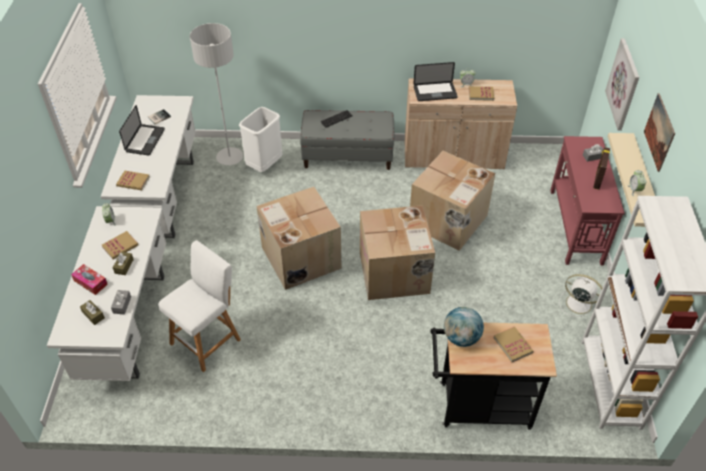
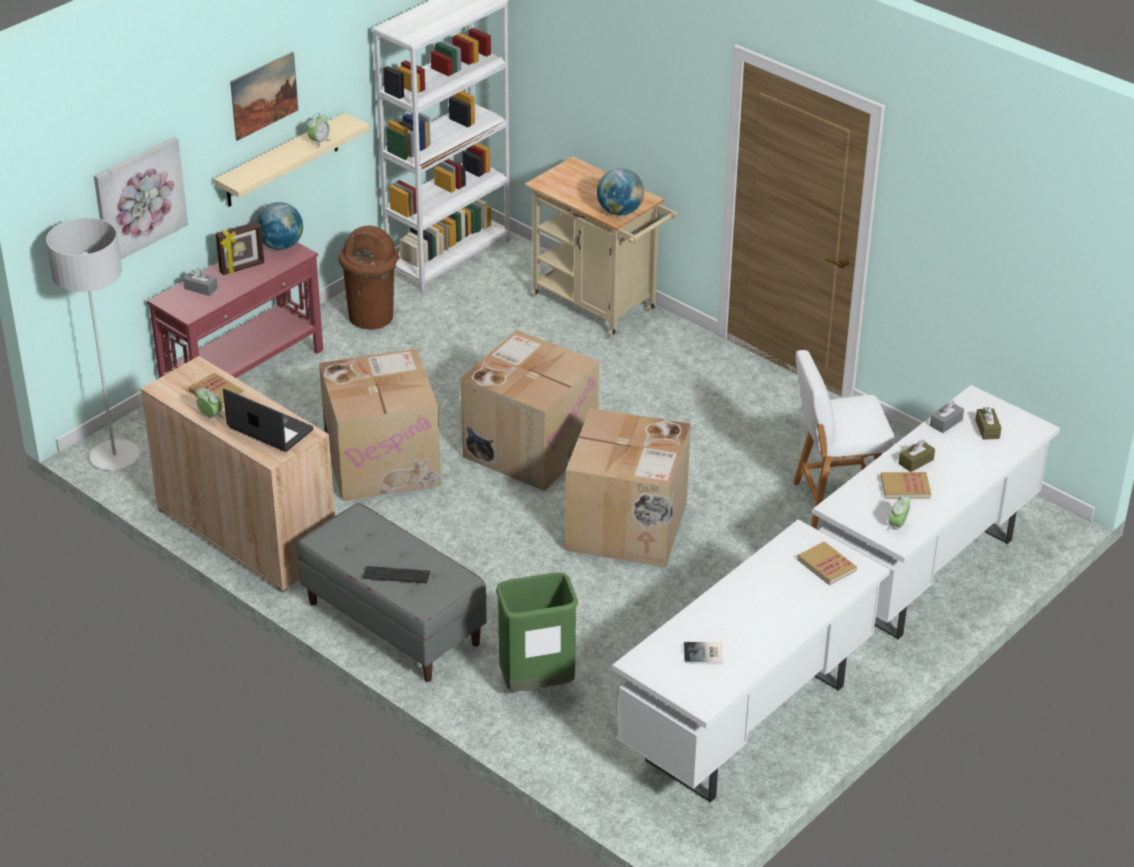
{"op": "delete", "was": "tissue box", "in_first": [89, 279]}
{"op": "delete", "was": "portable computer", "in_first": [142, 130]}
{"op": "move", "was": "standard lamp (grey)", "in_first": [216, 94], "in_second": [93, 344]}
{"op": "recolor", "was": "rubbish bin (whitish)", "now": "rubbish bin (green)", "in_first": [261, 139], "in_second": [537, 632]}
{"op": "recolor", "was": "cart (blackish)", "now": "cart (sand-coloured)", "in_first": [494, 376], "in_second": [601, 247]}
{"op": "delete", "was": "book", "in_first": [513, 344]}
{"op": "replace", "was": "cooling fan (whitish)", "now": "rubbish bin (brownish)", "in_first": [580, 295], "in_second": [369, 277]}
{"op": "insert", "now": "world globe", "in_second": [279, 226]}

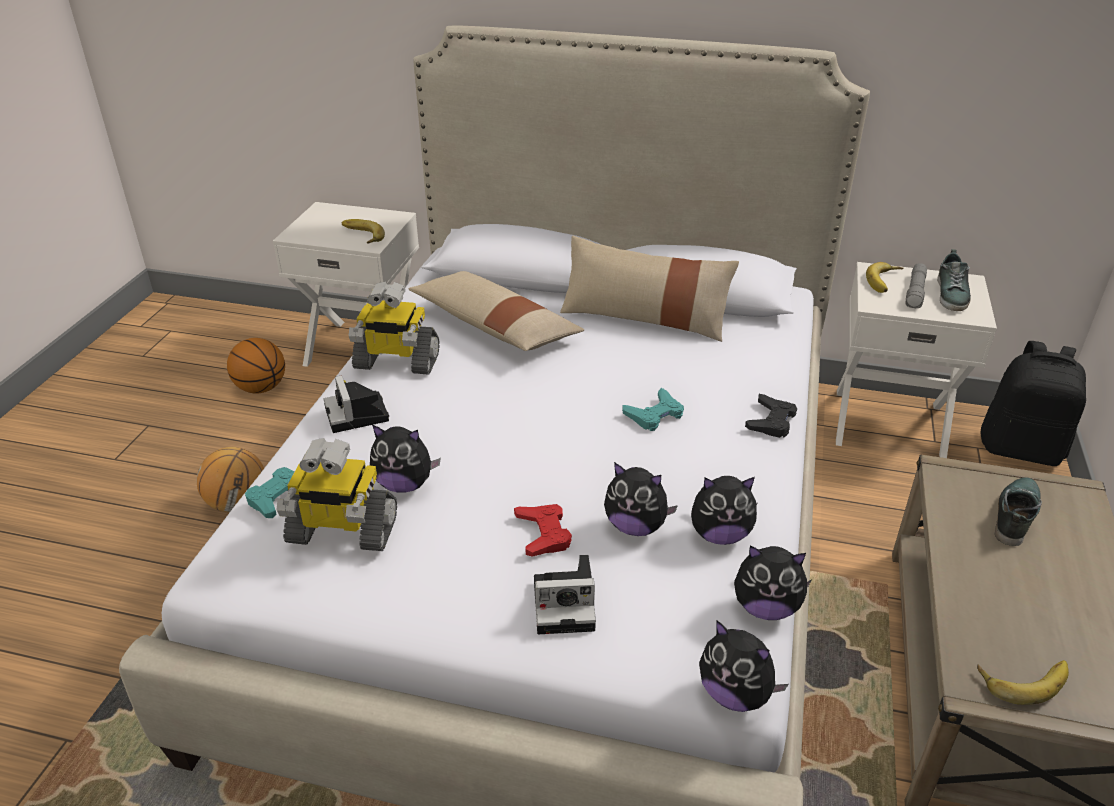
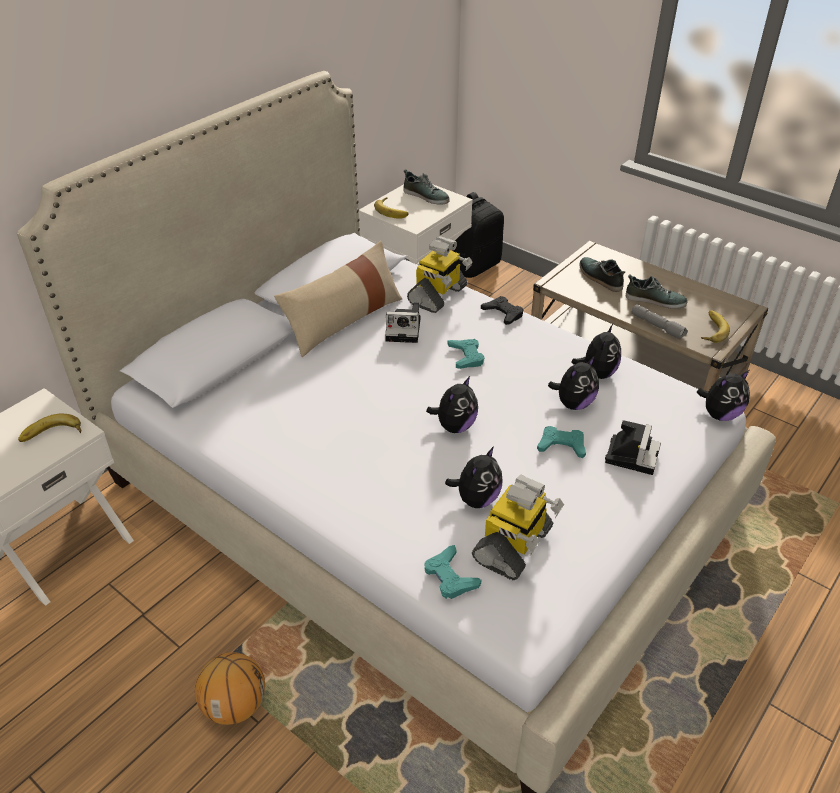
{"op": "delete", "was": "basketball", "in_first": [256, 366]}
{"op": "move", "was": "still camera", "in_first": [356, 404], "in_second": [402, 322]}
{"op": "move", "was": "model robot", "in_first": [394, 328], "in_second": [439, 274]}
{"op": "delete", "was": "pillow (sand-coloured)", "in_first": [496, 311]}
{"op": "recolor", "was": "joypad (red)", "now": "joypad (turquoise-coloured)", "in_first": [543, 530], "in_second": [561, 442]}
{"op": "move", "was": "cuddly toy", "in_first": [773, 582], "in_second": [452, 404]}
{"op": "move", "was": "flashlight (grey)", "in_first": [916, 285], "in_second": [659, 321]}
{"op": "insert", "now": "item of footwear", "in_second": [656, 291]}

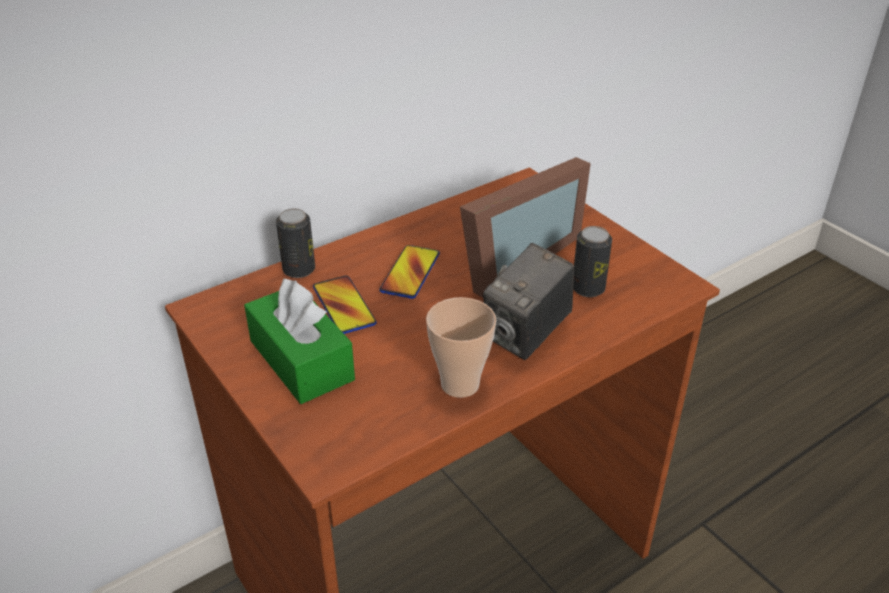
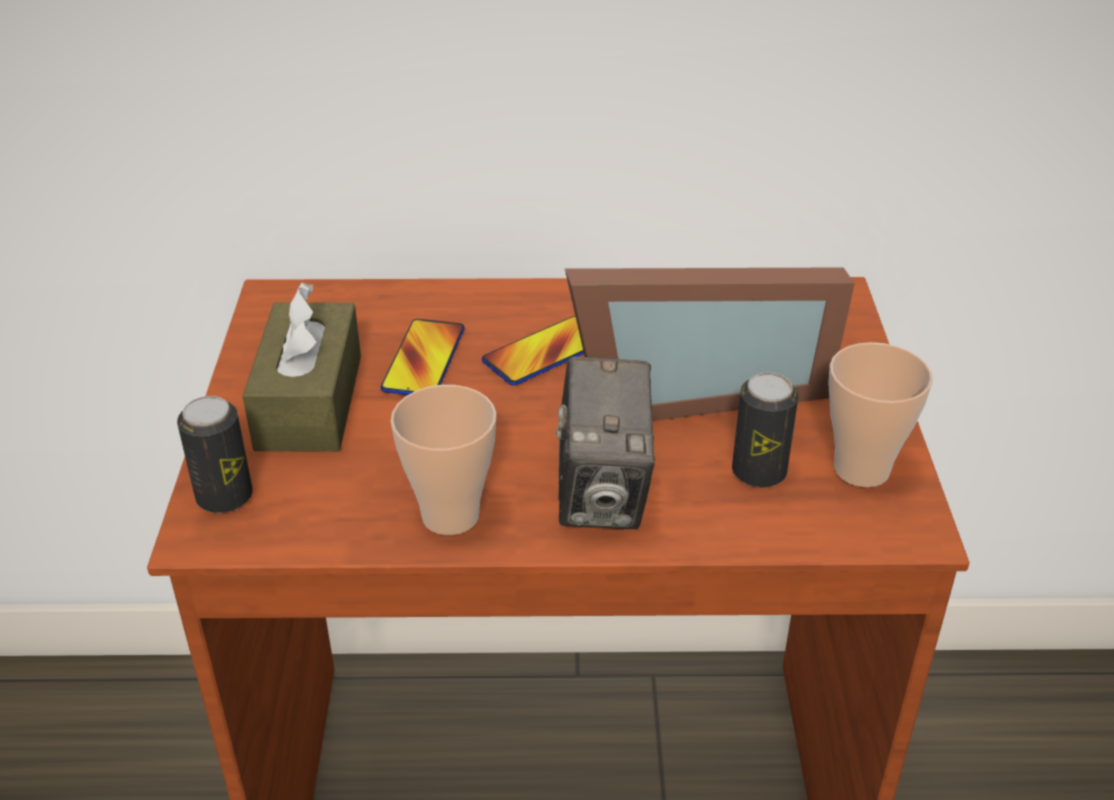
{"op": "recolor", "was": "tissue box (green)", "now": "tissue box (brownish)", "in_first": [299, 341], "in_second": [302, 367]}
{"op": "move", "was": "can", "in_first": [295, 243], "in_second": [215, 454]}
{"op": "rotate", "was": "still camera", "in_first": [528, 301], "in_second": [605, 443], "clockwise": -75}
{"op": "insert", "now": "small cup", "in_second": [880, 414]}

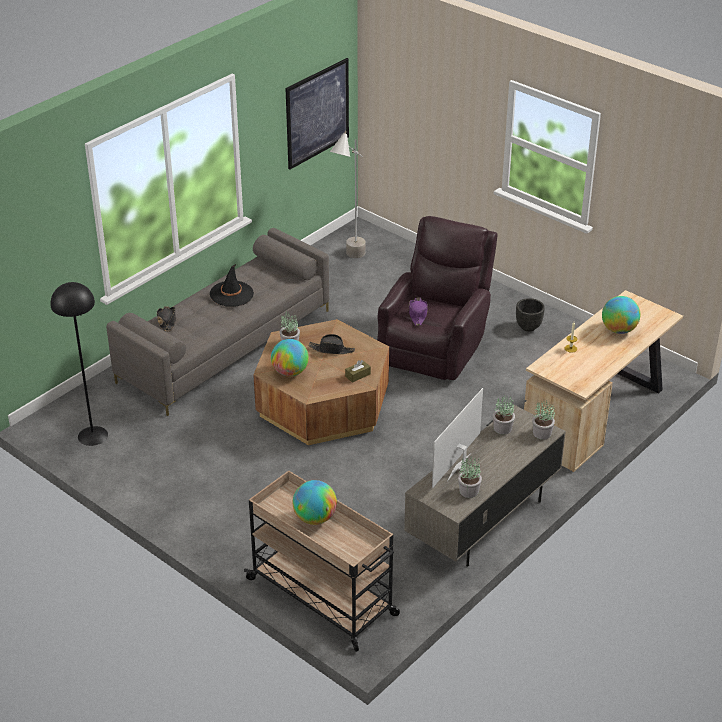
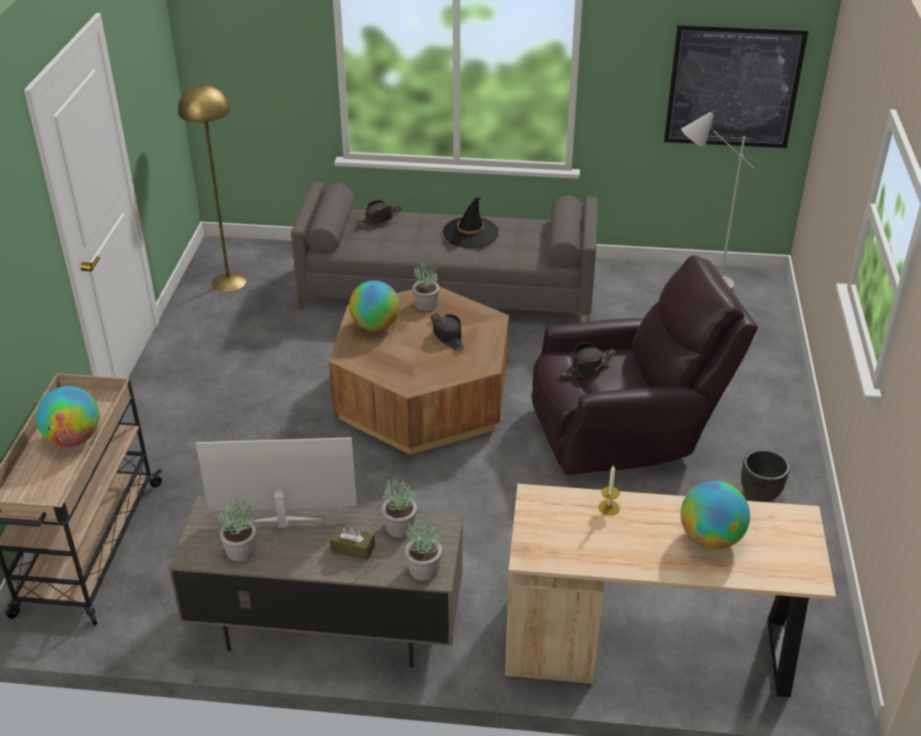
{"op": "recolor", "was": "standard lamp (blackish)", "now": "standard lamp (yellow-coloured)", "in_first": [79, 364], "in_second": [212, 188]}
{"op": "move", "was": "tissue box (brownish)", "in_first": [358, 371], "in_second": [352, 543]}
{"op": "recolor", "was": "hat (purple)", "now": "hat (blackish)", "in_first": [418, 311], "in_second": [588, 359]}

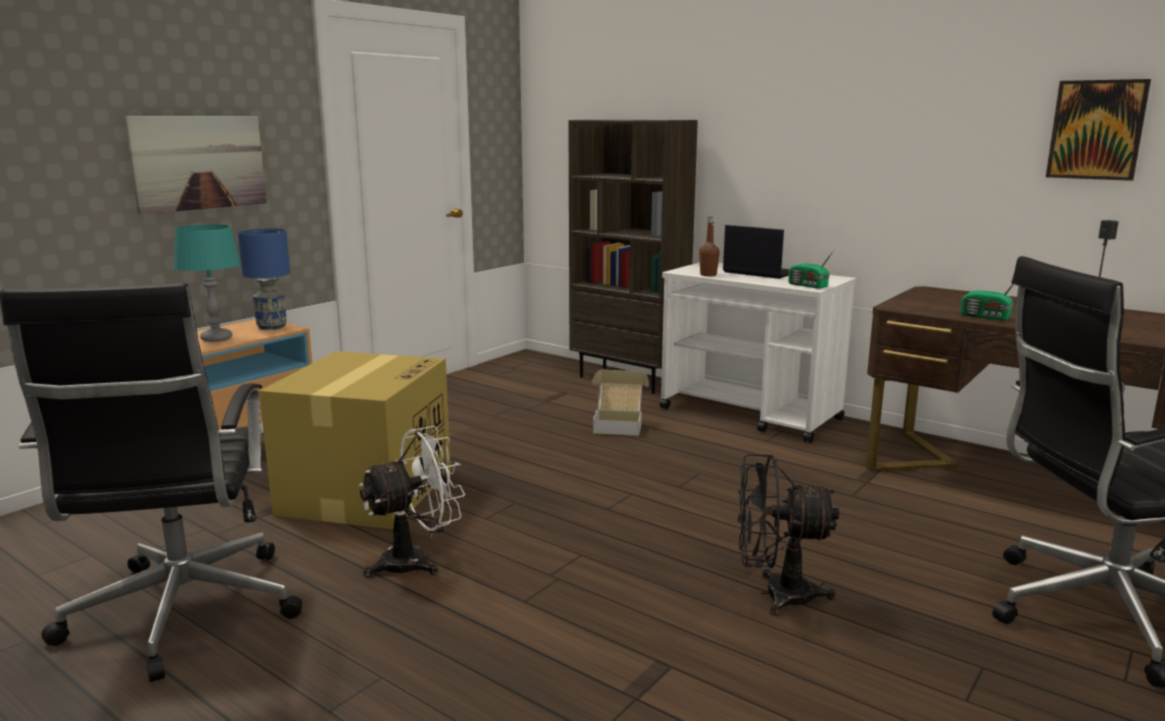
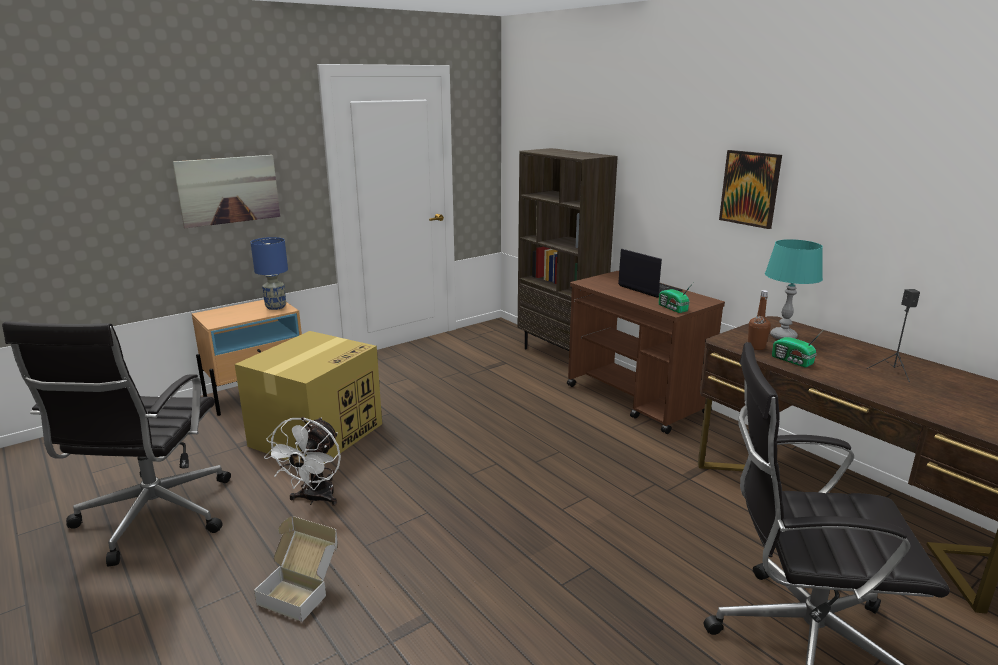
{"op": "move", "was": "table lamp (turquoise-coloured)", "in_first": [207, 283], "in_second": [794, 289]}
{"op": "rotate", "was": "cooling fan (whitish)", "in_first": [412, 501], "in_second": [302, 461], "clockwise": 120}
{"op": "move", "was": "packing box", "in_first": [620, 403], "in_second": [296, 569]}
{"op": "recolor", "was": "cart (whitish)", "now": "cart (brownish)", "in_first": [758, 352], "in_second": [646, 352]}
{"op": "move", "was": "beverage bottle (brownish)", "in_first": [709, 246], "in_second": [759, 320]}
{"op": "delete", "was": "cooling fan (blackish)", "in_first": [789, 535]}
{"op": "move", "was": "picture", "in_first": [1098, 130], "in_second": [750, 189]}

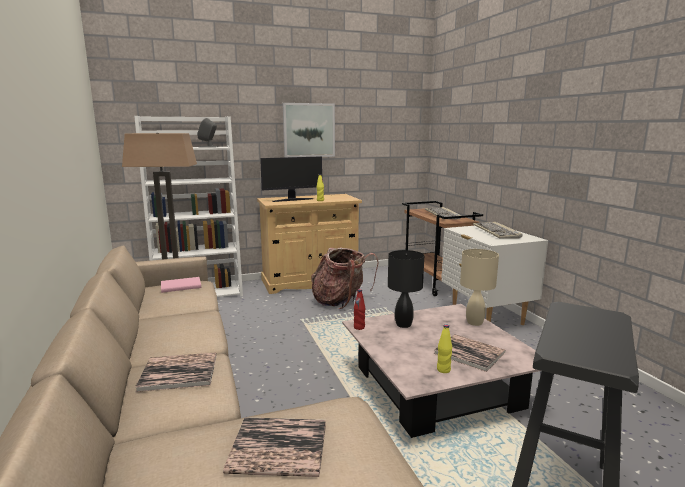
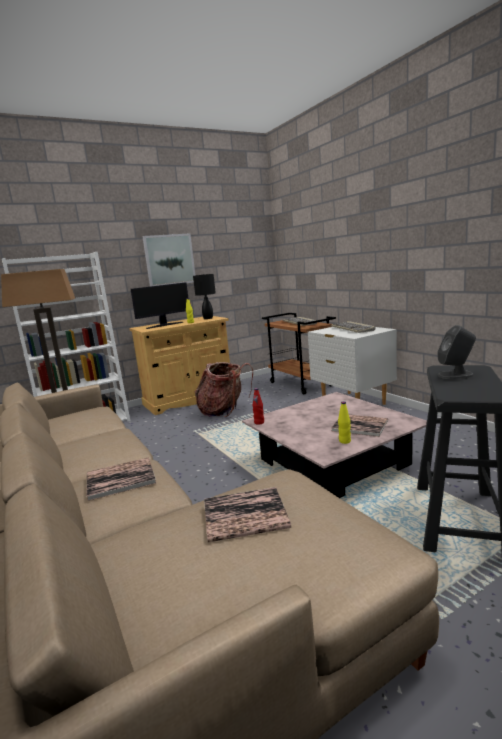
{"op": "delete", "was": "book (pink-coloured)", "in_first": [181, 285]}
{"op": "move", "was": "audio speaker (grey)", "in_first": [207, 133], "in_second": [456, 352]}
{"op": "move", "was": "table lamp (blackish)", "in_first": [406, 289], "in_second": [204, 296]}
{"op": "delete", "was": "table lamp (sand-coloured)", "in_first": [479, 287]}

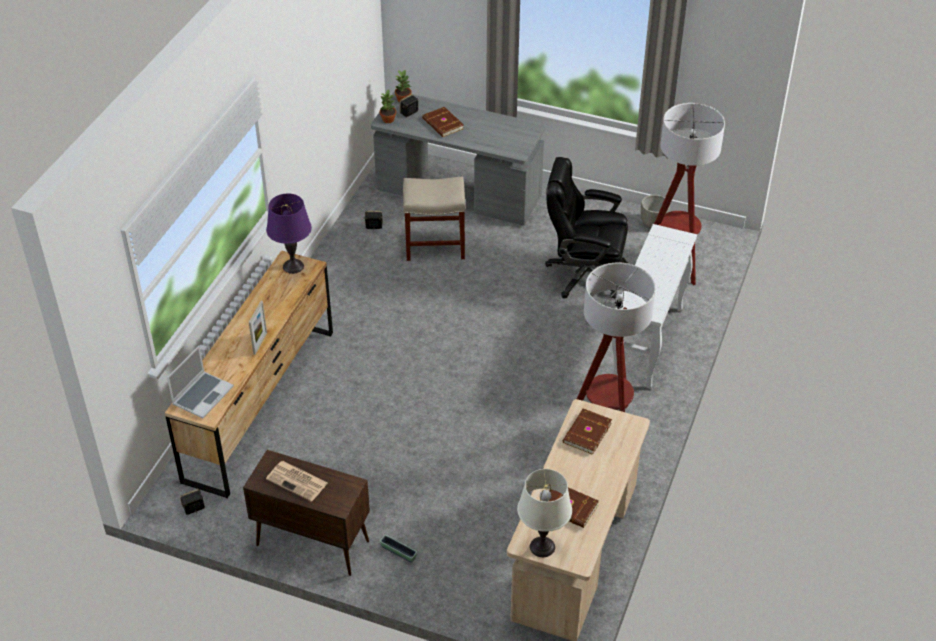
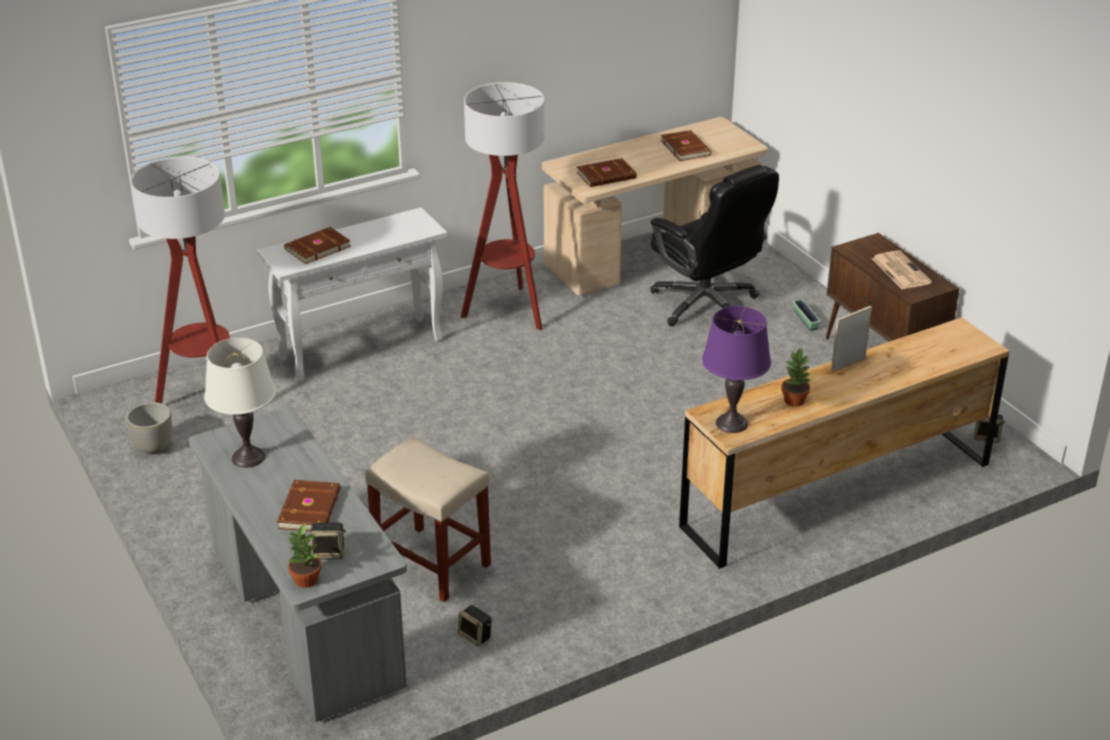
{"op": "delete", "was": "portable computer", "in_first": [200, 382]}
{"op": "move", "was": "potted plant", "in_first": [388, 106], "in_second": [796, 377]}
{"op": "move", "was": "table lamp (whitish)", "in_first": [544, 513], "in_second": [240, 403]}
{"op": "move", "was": "office chair (blackish)", "in_first": [587, 228], "in_second": [714, 246]}
{"op": "insert", "now": "book (brownish)", "in_second": [317, 245]}

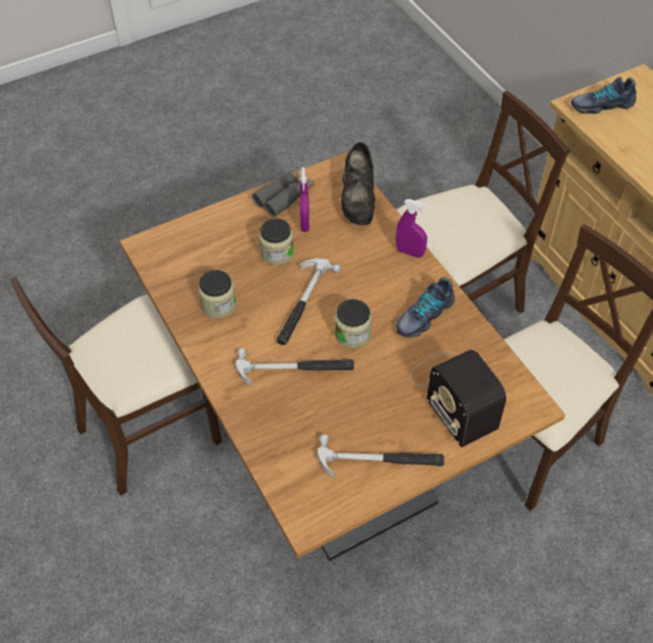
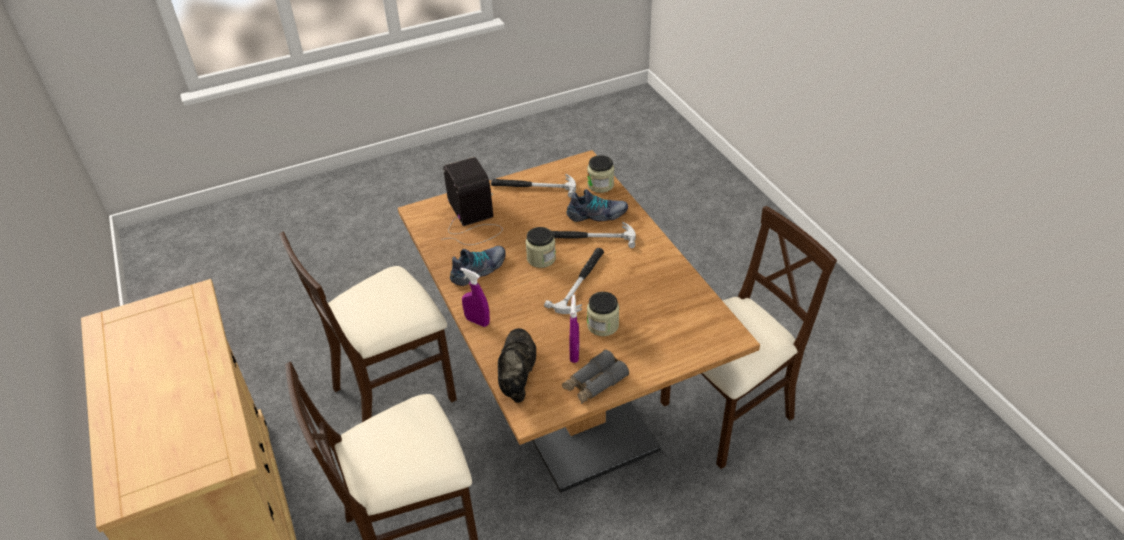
{"op": "move", "was": "preserve jar", "in_first": [217, 294], "in_second": [600, 174]}
{"op": "move", "was": "item of footwear", "in_first": [604, 95], "in_second": [597, 205]}

